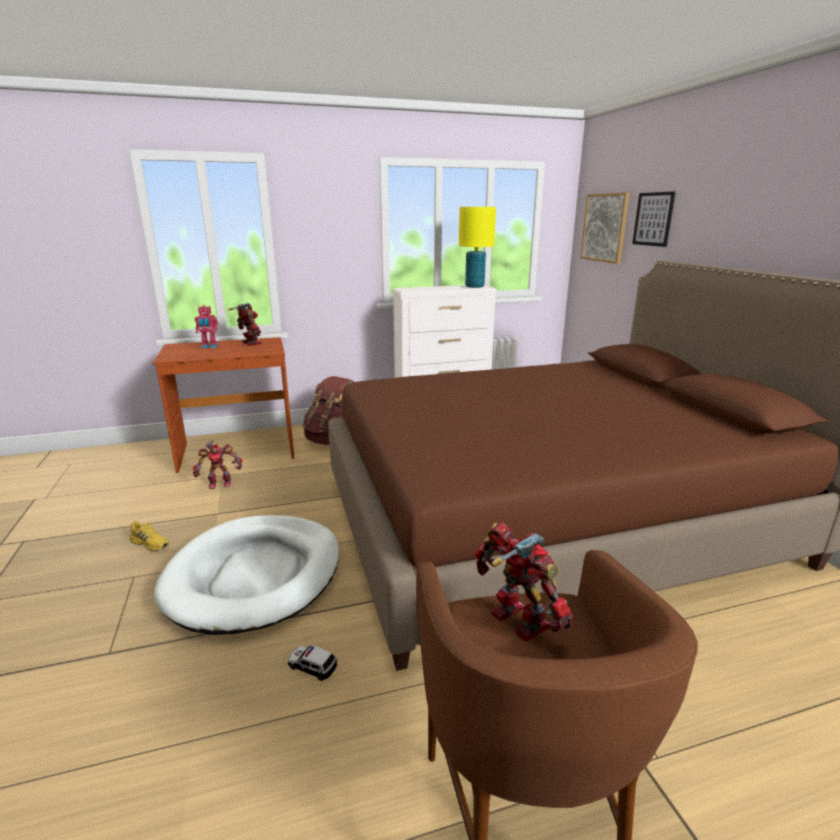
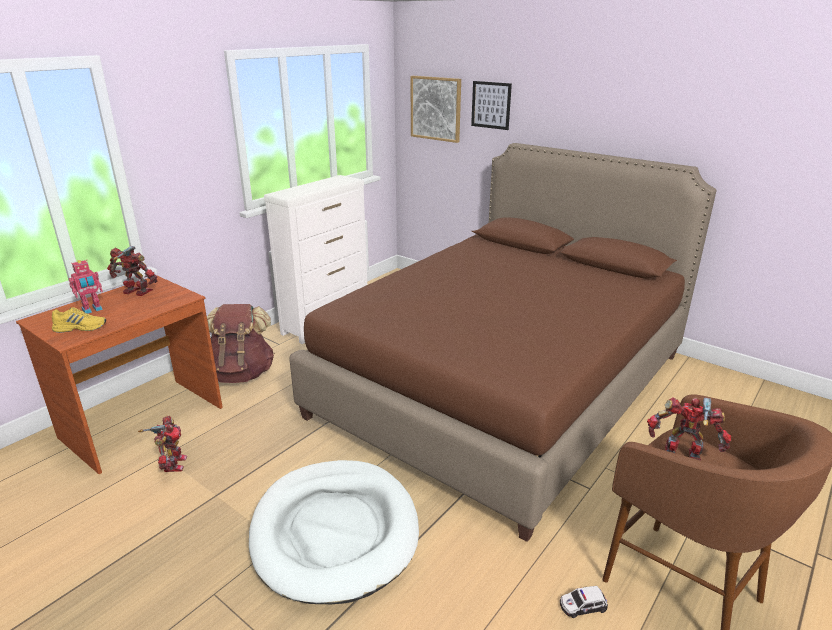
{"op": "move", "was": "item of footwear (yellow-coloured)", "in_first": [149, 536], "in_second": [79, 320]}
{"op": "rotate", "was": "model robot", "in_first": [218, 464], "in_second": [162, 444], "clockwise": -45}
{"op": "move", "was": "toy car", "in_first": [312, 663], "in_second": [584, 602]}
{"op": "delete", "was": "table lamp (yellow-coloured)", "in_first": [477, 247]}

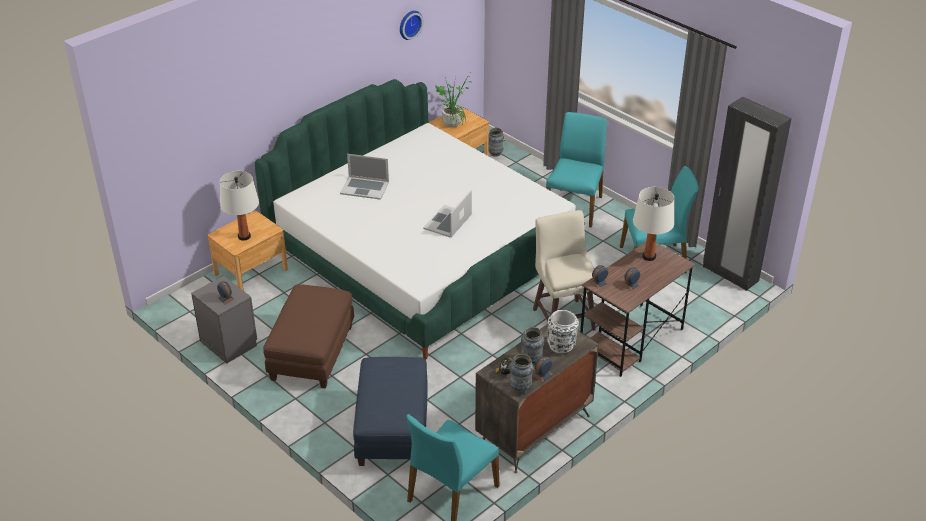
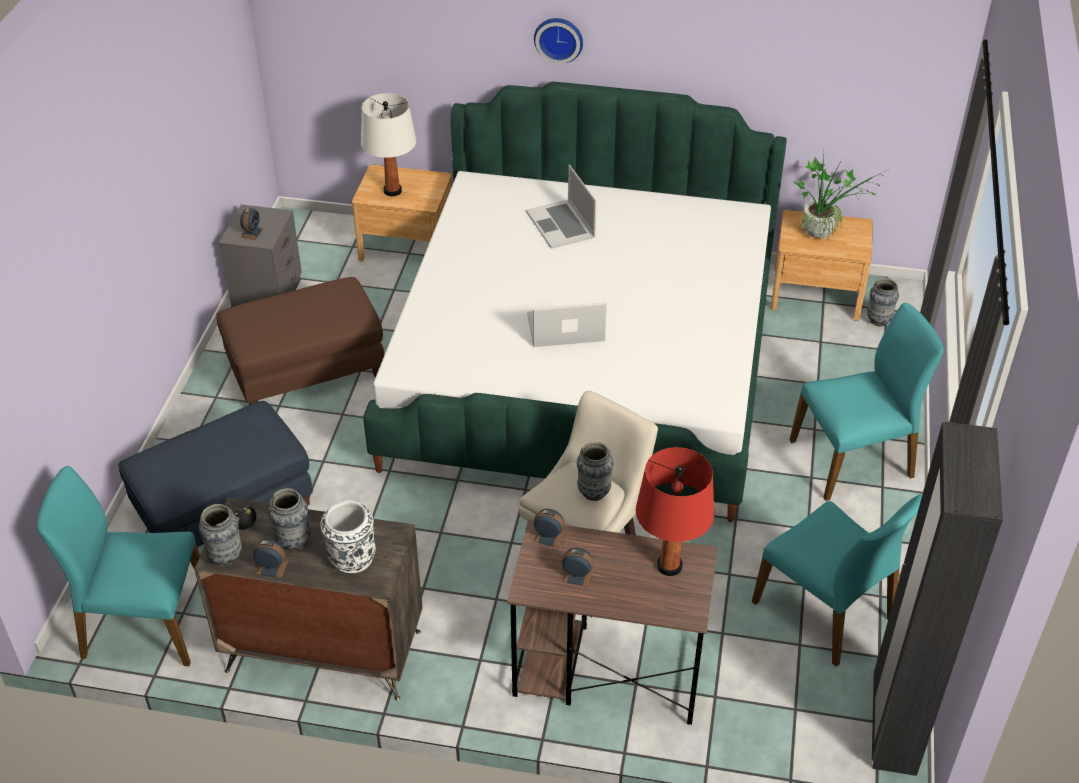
{"op": "move", "was": "clock on the wall", "in_first": [411, 25], "in_second": [558, 41]}
{"op": "recolor", "was": "table lamp (whitish)", "now": "table lamp (red)", "in_first": [653, 224], "in_second": [675, 511]}
{"op": "insert", "now": "flower vase", "in_second": [595, 471]}

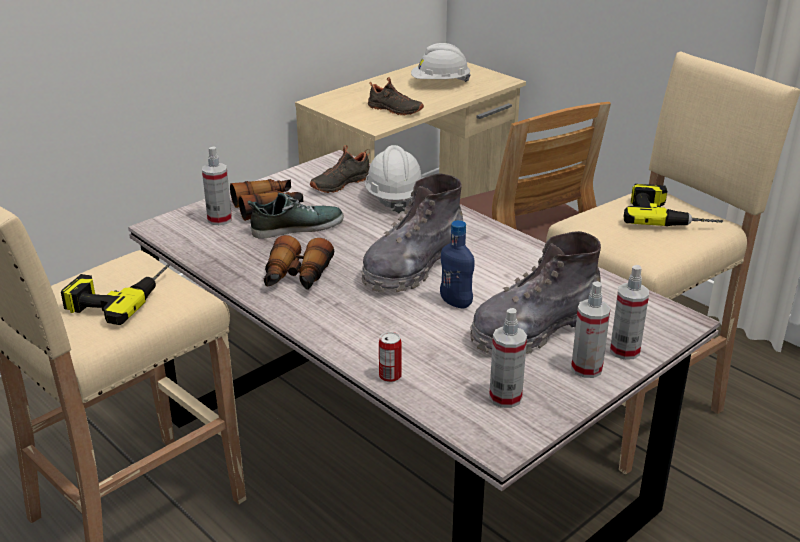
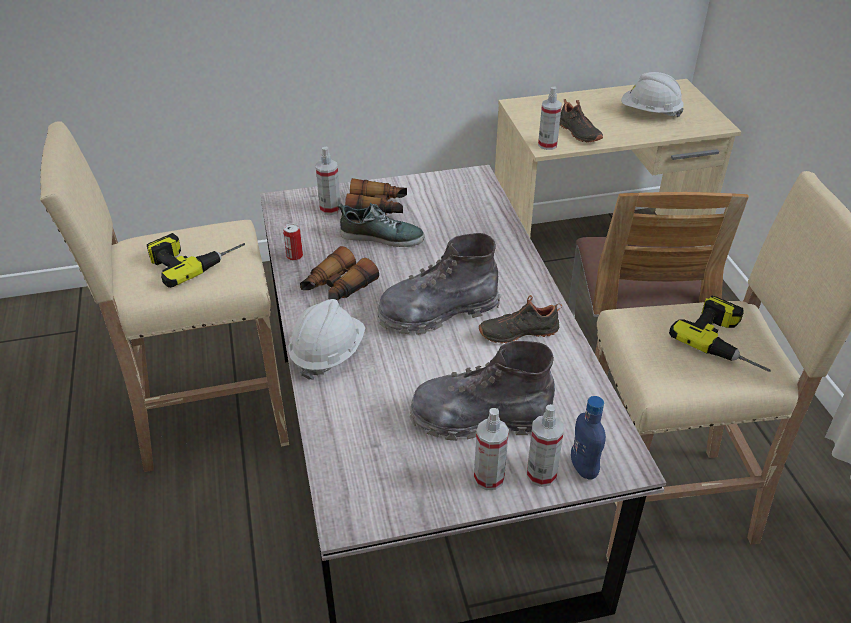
{"op": "move", "was": "item of footwear (blackish)", "in_first": [340, 169], "in_second": [520, 319]}
{"op": "move", "was": "work helmet (whitish)", "in_first": [394, 179], "in_second": [327, 339]}
{"op": "move", "was": "can", "in_first": [390, 357], "in_second": [293, 242]}
{"op": "move", "was": "beverage bottle (blue-coloured)", "in_first": [457, 264], "in_second": [588, 438]}
{"op": "move", "was": "hand sprayer", "in_first": [508, 358], "in_second": [550, 118]}

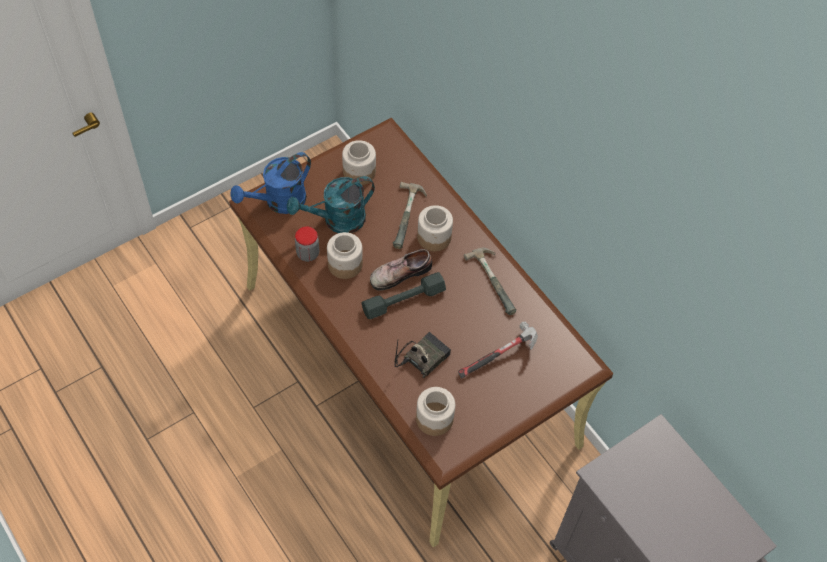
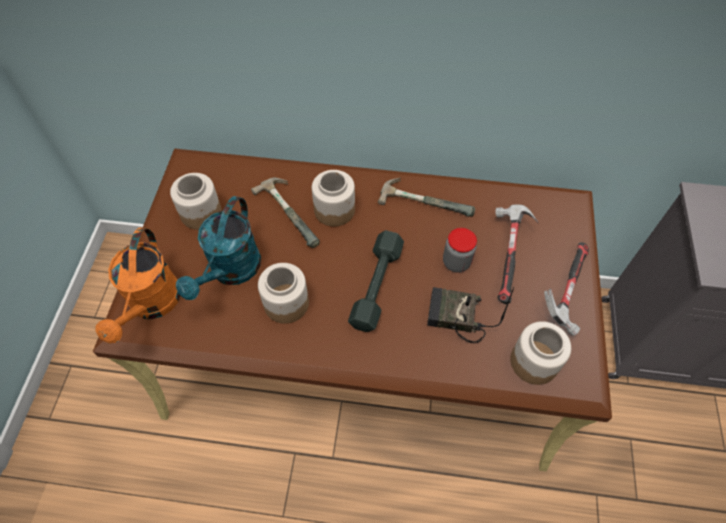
{"op": "recolor", "was": "watering pot (blue-coloured)", "now": "watering pot (orange-coloured)", "in_first": [270, 183], "in_second": [137, 285]}
{"op": "move", "was": "preserve jar", "in_first": [307, 244], "in_second": [460, 250]}
{"op": "delete", "was": "item of footwear", "in_first": [401, 270]}
{"op": "rotate", "was": "radio", "in_first": [422, 355], "in_second": [470, 315], "clockwise": -75}
{"op": "insert", "now": "hammer", "in_second": [566, 289]}

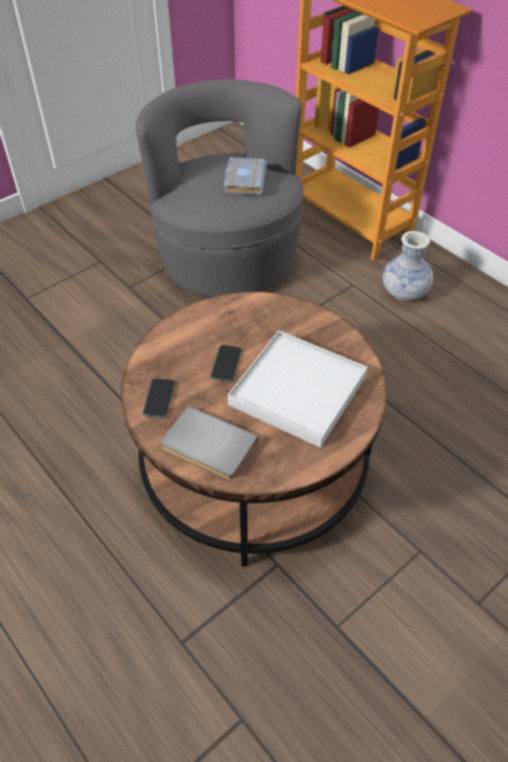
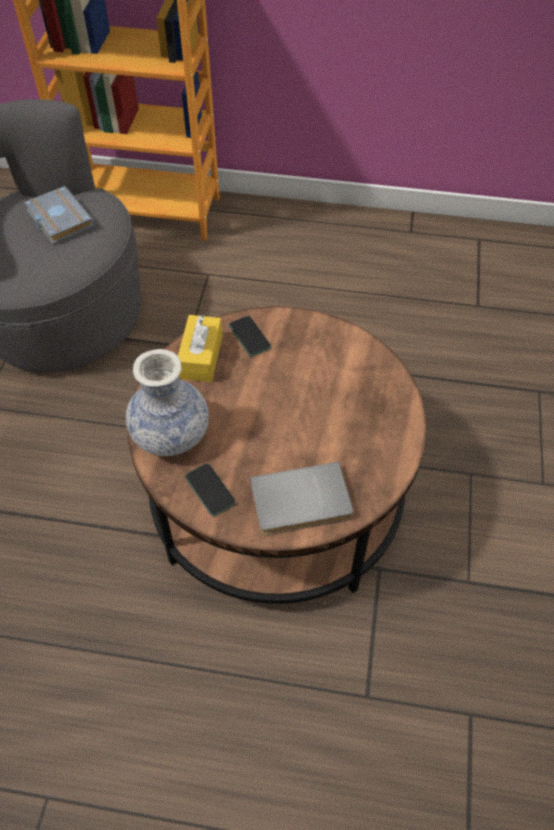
{"op": "move", "was": "handset", "in_first": [226, 363], "in_second": [250, 336]}
{"op": "delete", "was": "serving tray (whitish)", "in_first": [298, 389]}
{"op": "move", "was": "flower vase", "in_first": [408, 266], "in_second": [167, 402]}
{"op": "insert", "now": "tissue box (yellow-coloured)", "in_second": [200, 348]}

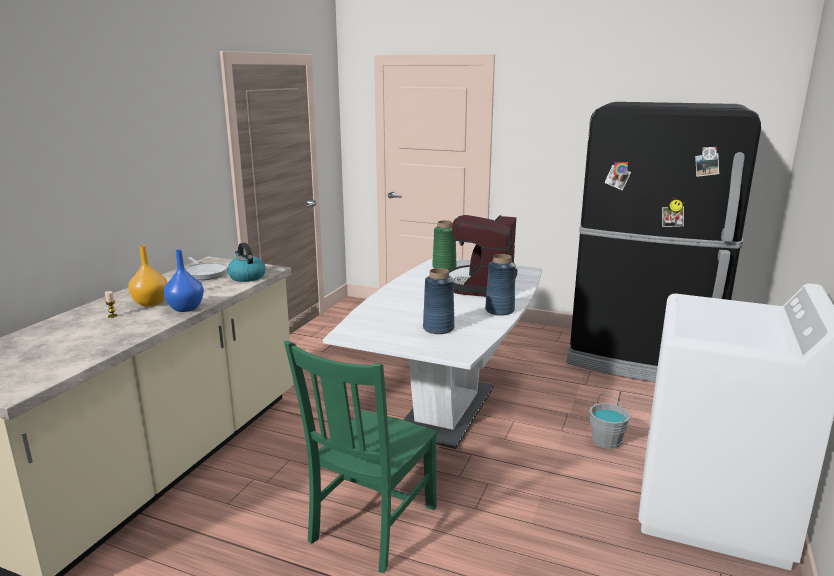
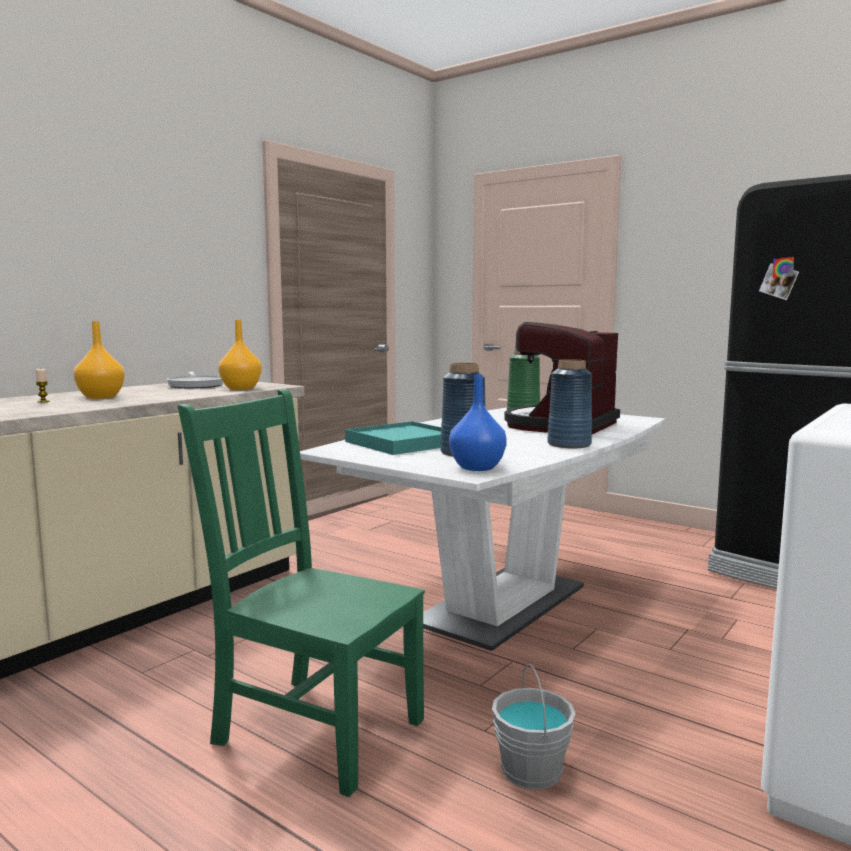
{"op": "move", "was": "flower vase (blue-coloured)", "in_first": [184, 281], "in_second": [478, 423]}
{"op": "replace", "was": "tea kettle", "now": "flower vase (orange-coloured)", "in_first": [246, 262], "in_second": [240, 355]}
{"op": "rotate", "was": "plain chair (green)", "in_first": [360, 457], "in_second": [301, 593], "clockwise": 75}
{"op": "move", "was": "water bucket (grey)", "in_first": [610, 421], "in_second": [534, 727]}
{"op": "insert", "now": "serving tray (turquoise-coloured)", "in_second": [393, 438]}

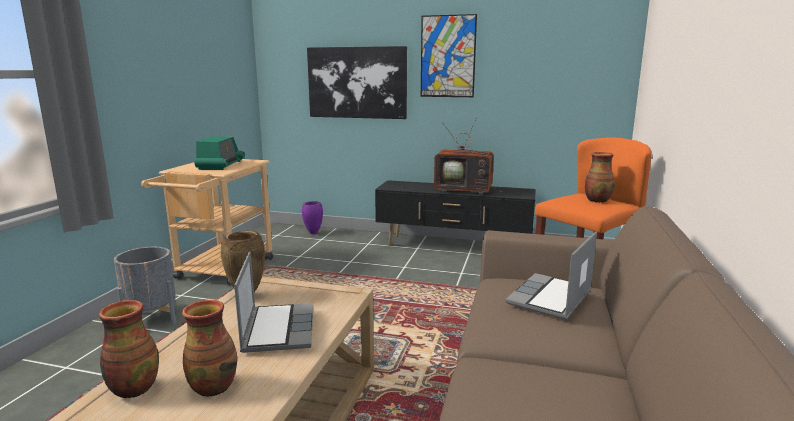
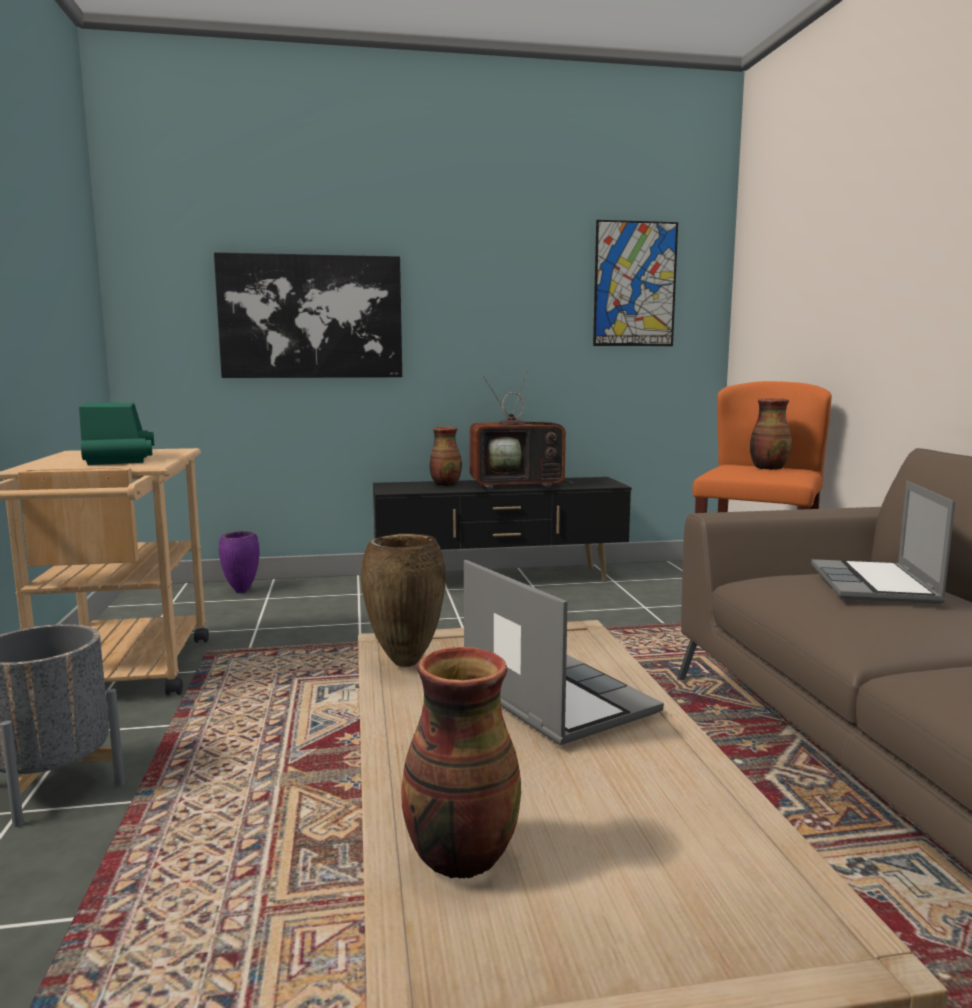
{"op": "move", "was": "flower vase", "in_first": [209, 348], "in_second": [446, 456]}
{"op": "move", "was": "picture", "in_first": [449, 55], "in_second": [635, 283]}

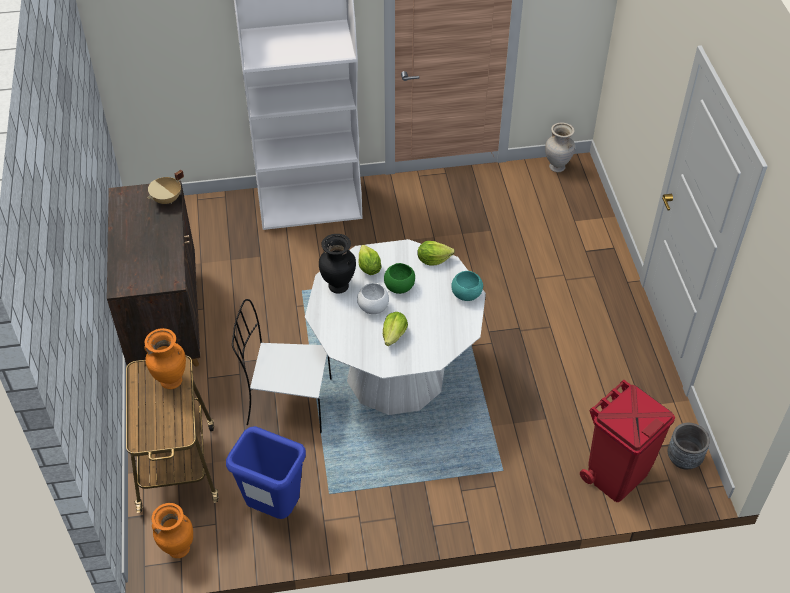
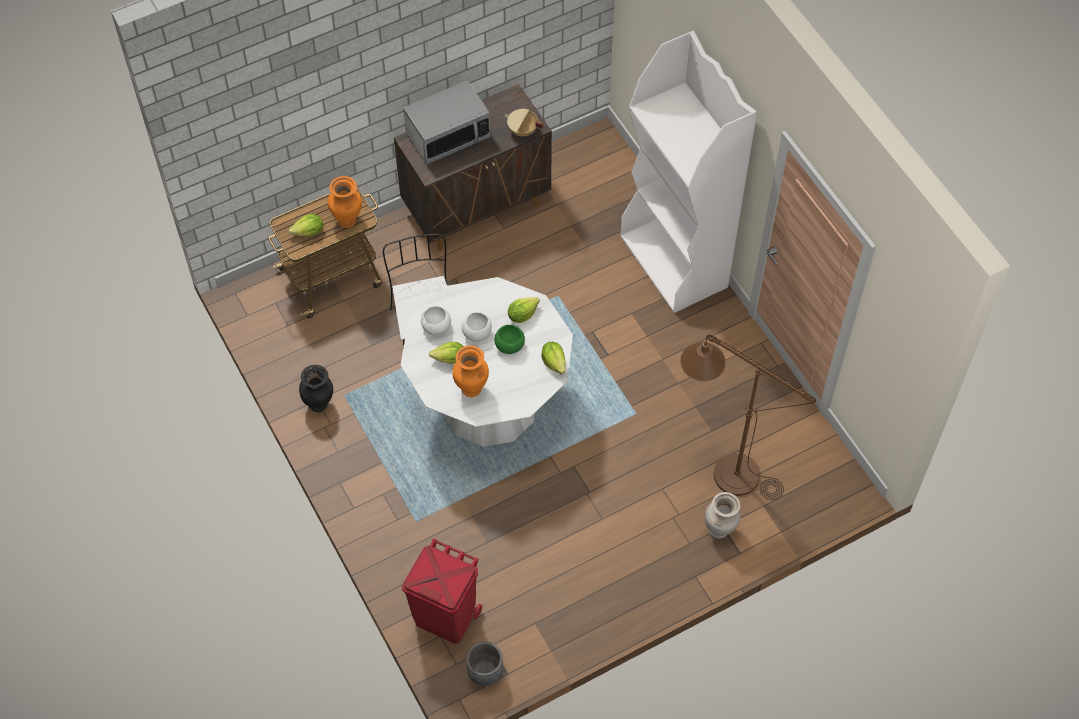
{"op": "move", "was": "flower vase (orange-coloured)", "in_first": [172, 530], "in_second": [470, 371]}
{"op": "delete", "was": "rubbish bin (blue-coloured)", "in_first": [266, 472]}
{"op": "move", "was": "flower vase (blackish)", "in_first": [337, 264], "in_second": [316, 388]}
{"op": "delete", "was": "serving bowl (turquoise-coloured)", "in_first": [467, 286]}
{"op": "move", "was": "flower vase (sand-coloured)", "in_first": [560, 147], "in_second": [722, 515]}
{"op": "insert", "now": "lettuce", "in_second": [306, 225]}
{"op": "insert", "now": "microwave", "in_second": [446, 122]}
{"op": "insert", "now": "serving bowl (whitish)", "in_second": [436, 321]}
{"op": "insert", "now": "standard lamp (brownish)", "in_second": [748, 417]}

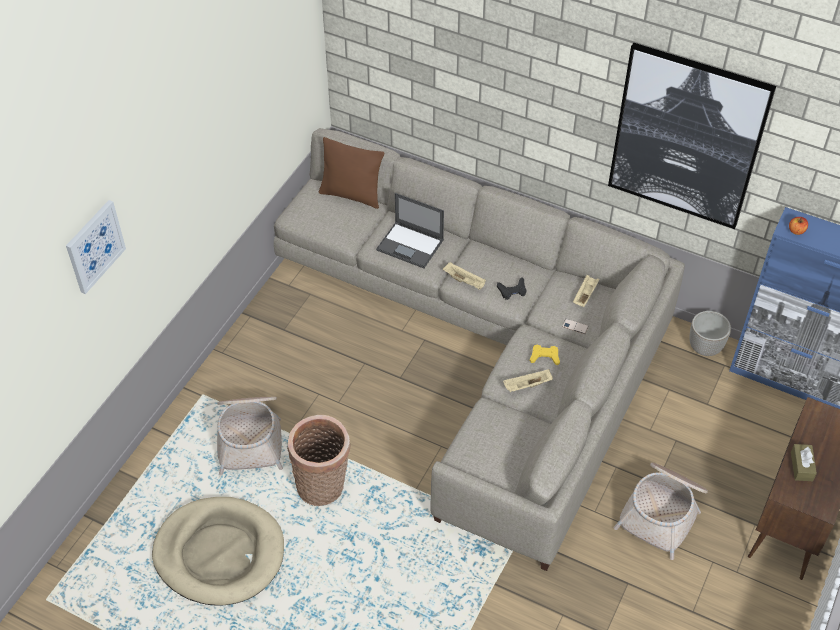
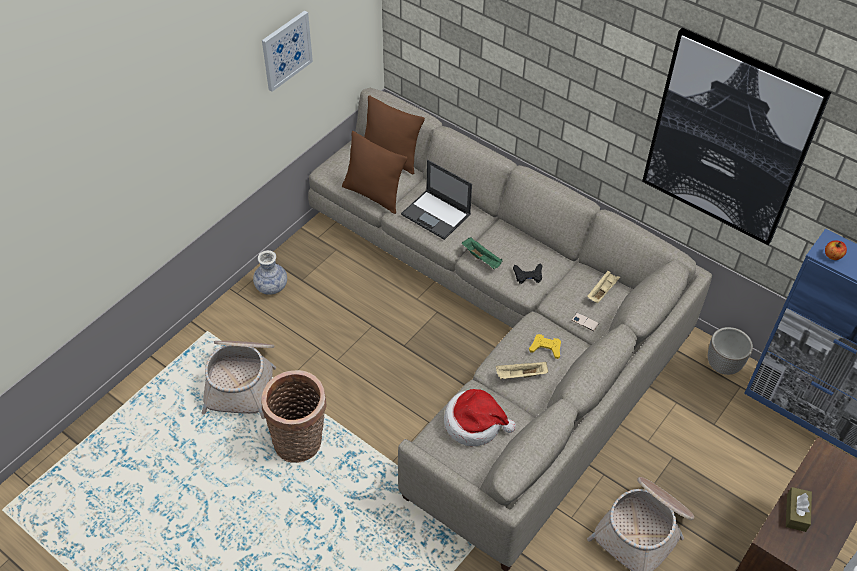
{"op": "move", "was": "picture", "in_first": [96, 247], "in_second": [287, 51]}
{"op": "delete", "was": "dog bed (sand-coloured)", "in_first": [218, 551]}
{"op": "recolor", "was": "serving tray (sand-coloured)", "now": "serving tray (green)", "in_first": [464, 276], "in_second": [482, 253]}
{"op": "insert", "now": "flower vase", "in_second": [270, 272]}
{"op": "insert", "now": "pillow (brownish)", "in_second": [374, 172]}
{"op": "insert", "now": "hat", "in_second": [480, 417]}

